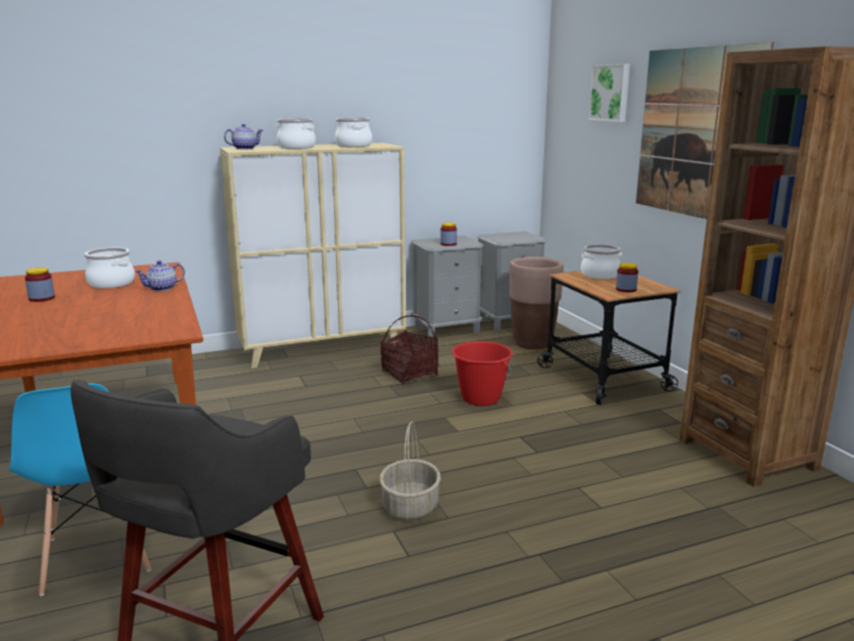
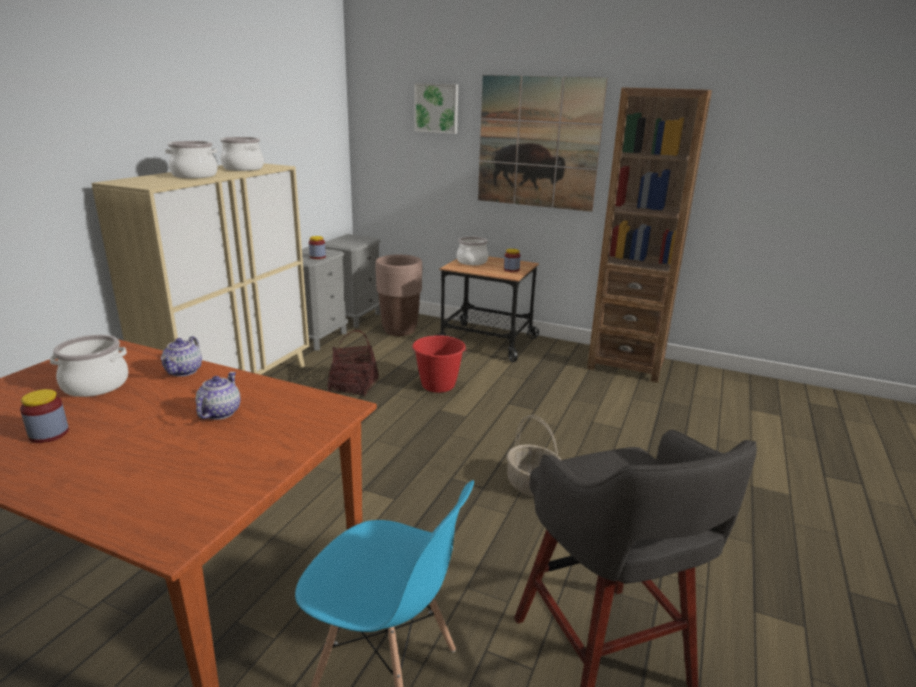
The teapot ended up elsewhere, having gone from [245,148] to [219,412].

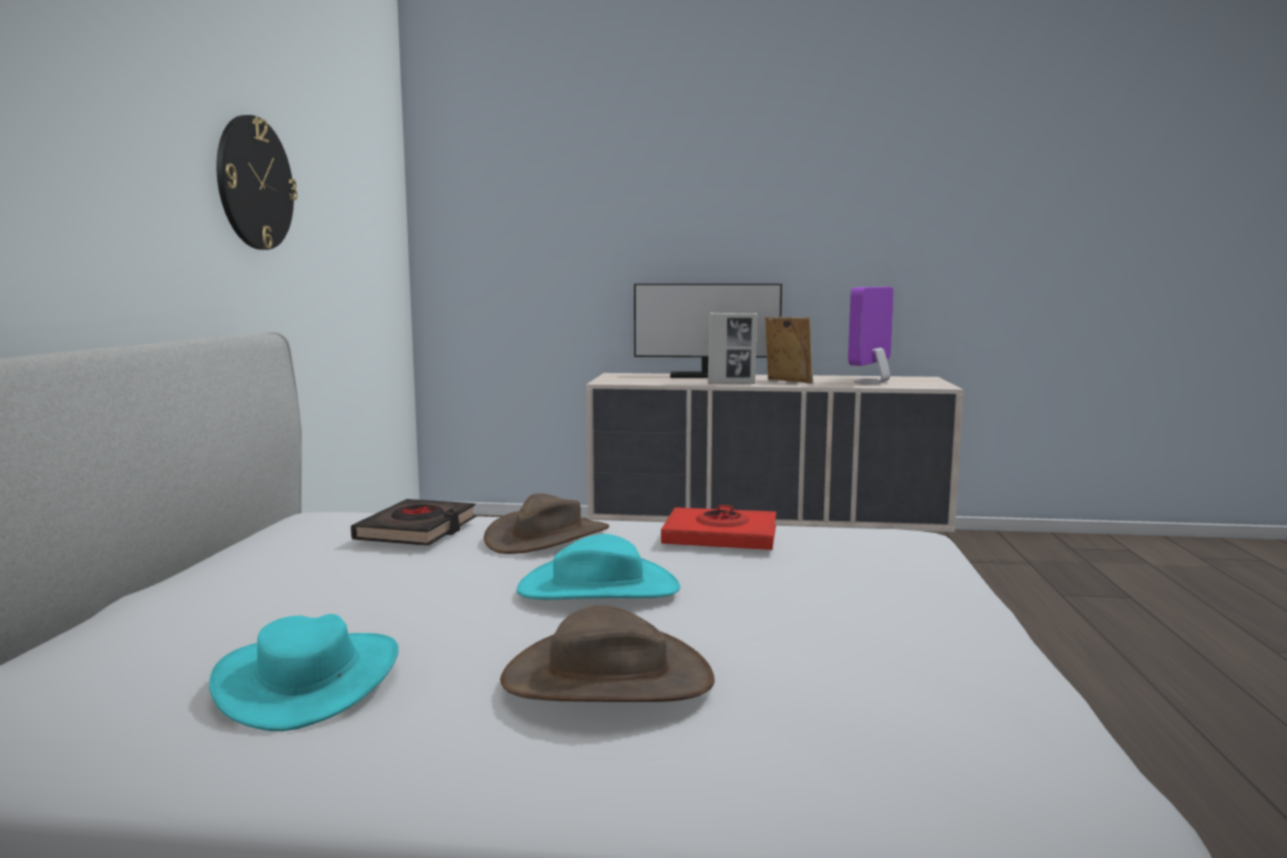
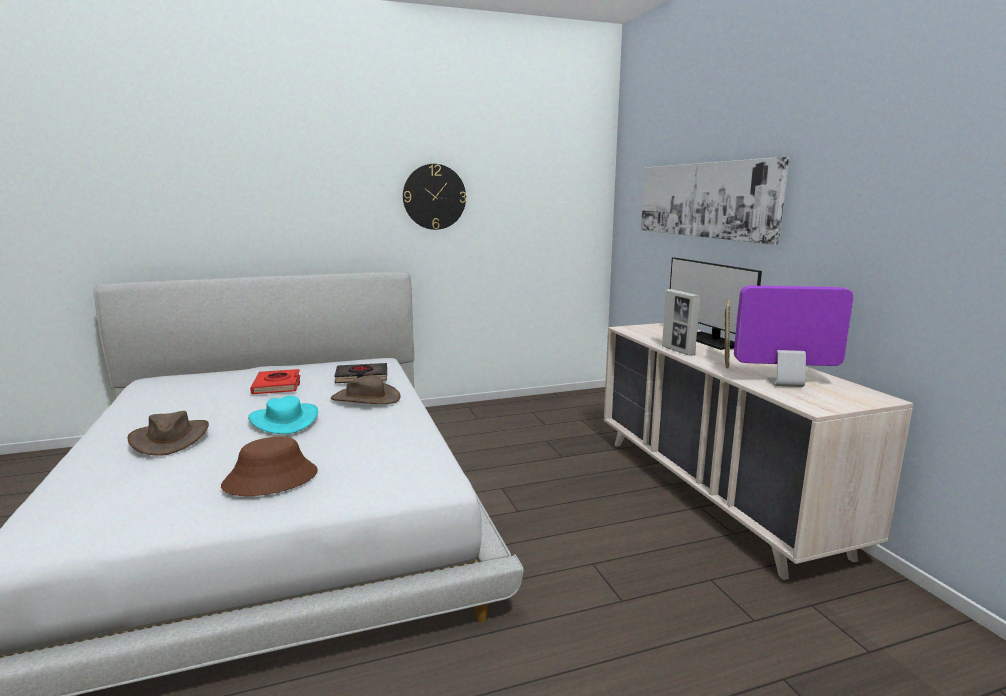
The second view lost the hat (turquoise) at [310,679].
The book (red) ended up elsewhere, having gone from [720,537] to [277,386].
The second view gained the hat (brown) at [271,479].
The second view gained the picture at [704,200].

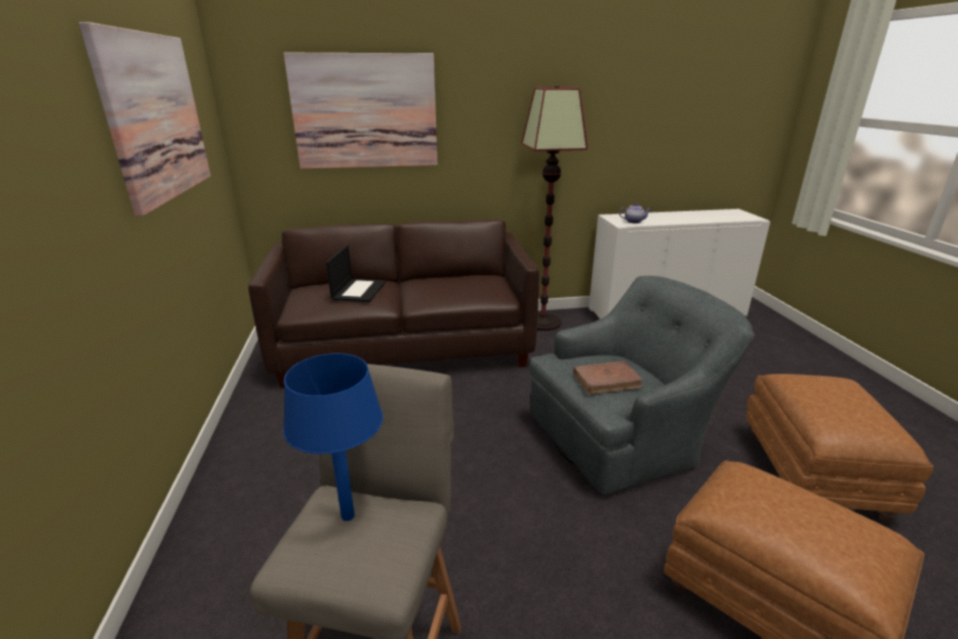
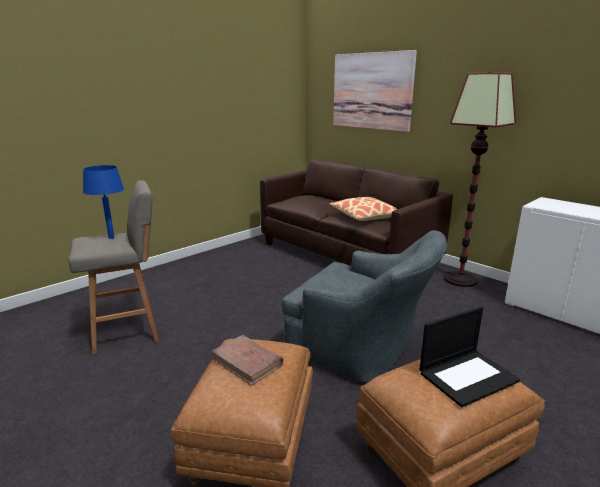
The second view lost the picture at [156,117].
The laptop ended up elsewhere, having gone from [359,290] to [468,376].
The book (brown) ended up elsewhere, having gone from [607,380] to [247,362].
The second view lost the teapot at [634,221].
The second view gained the pillow at [365,216].

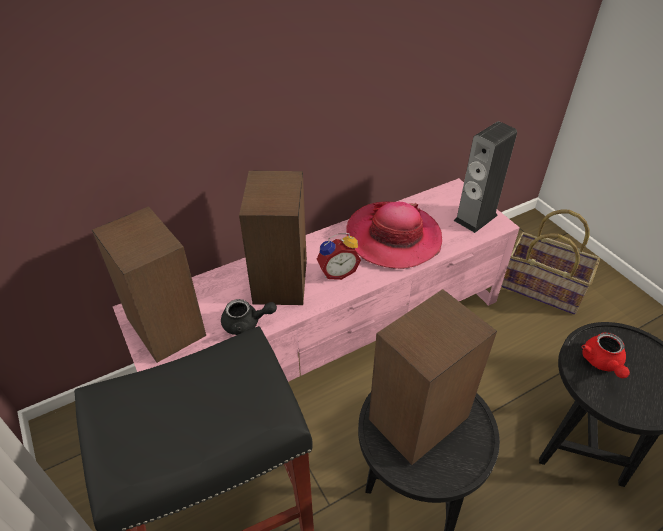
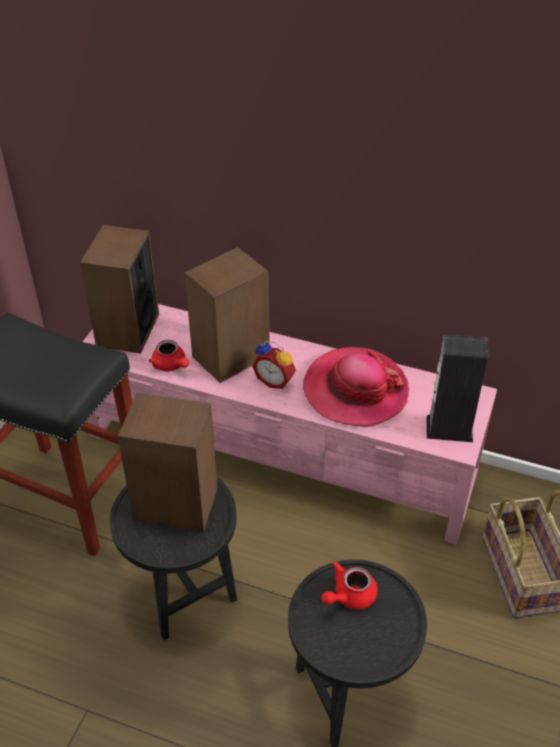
What was the teapot (black) at [246,324] turned into the teapot (red) at [171,365].

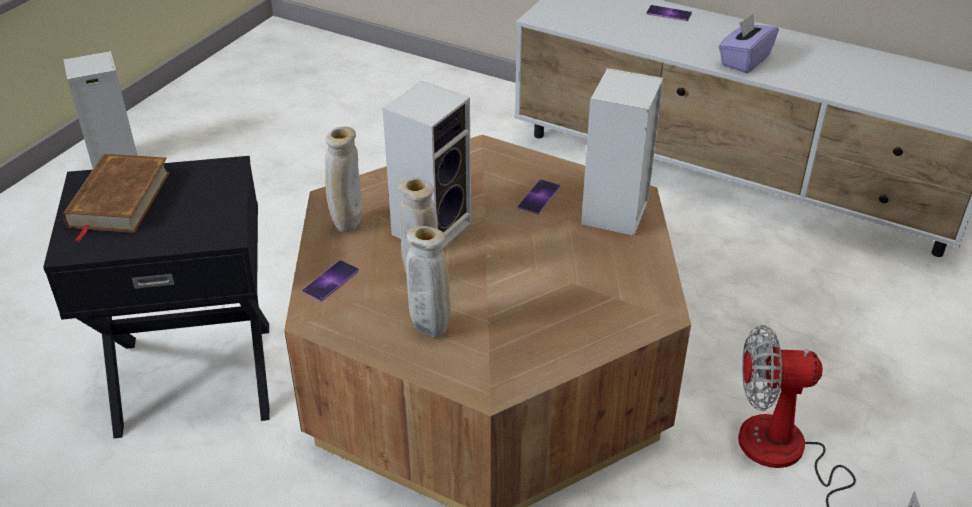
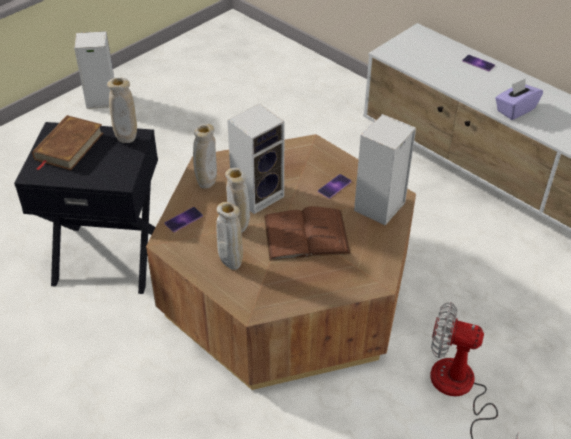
The second view gained the vase (beige) at [127,139].
The second view gained the book (brown) at [306,235].

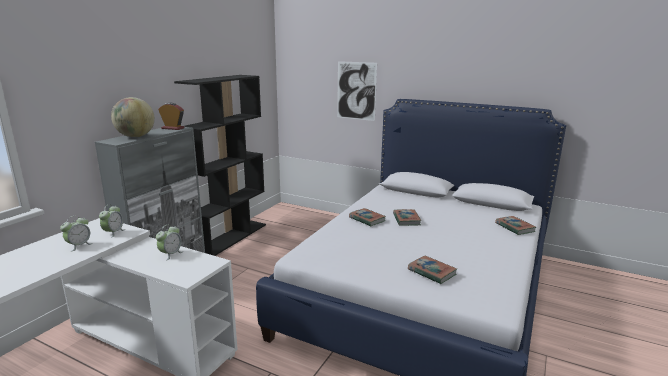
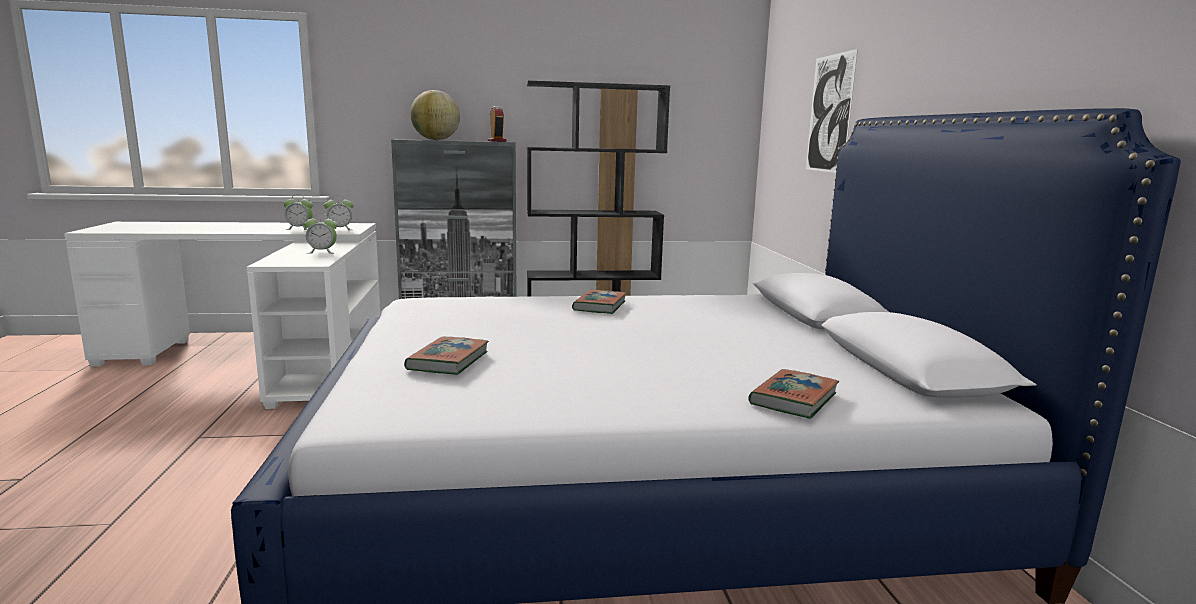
The second view lost the book at [406,219].

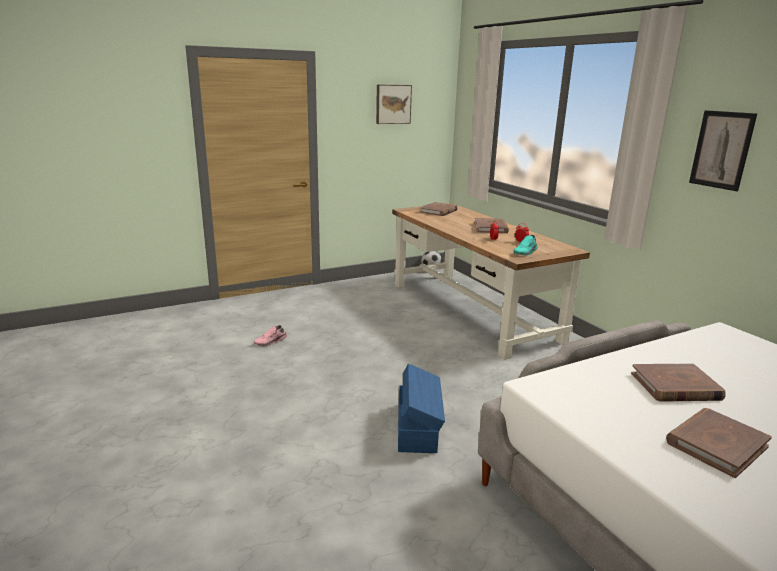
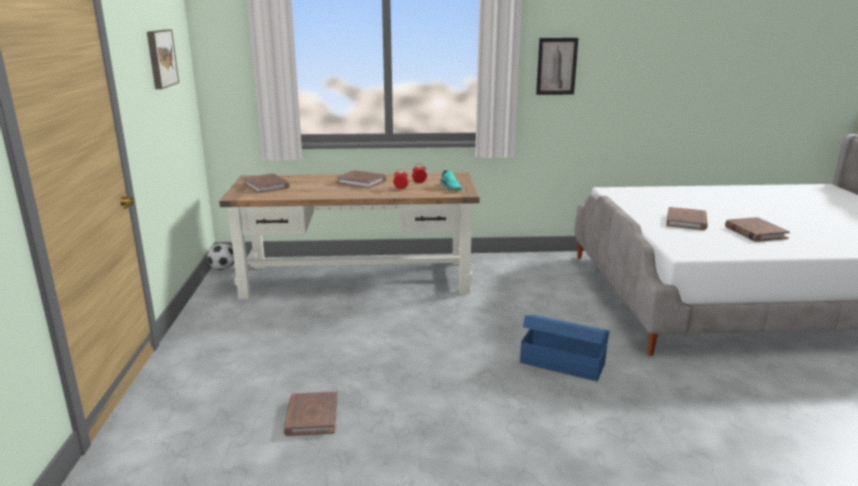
Where the shoe (pink) stood at [271,342], the book (brown) came to stand at [311,416].

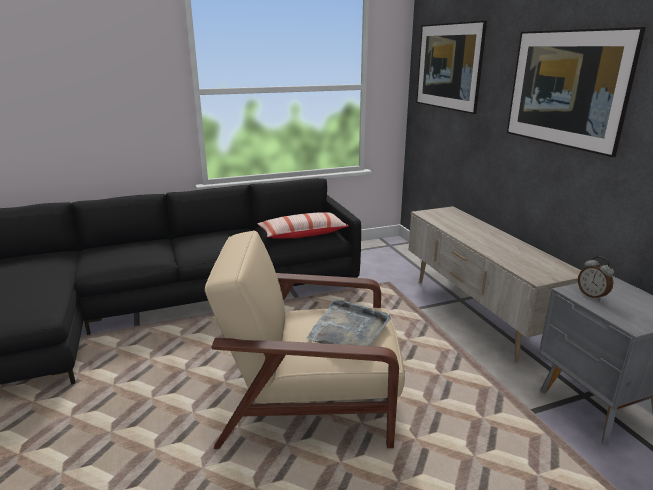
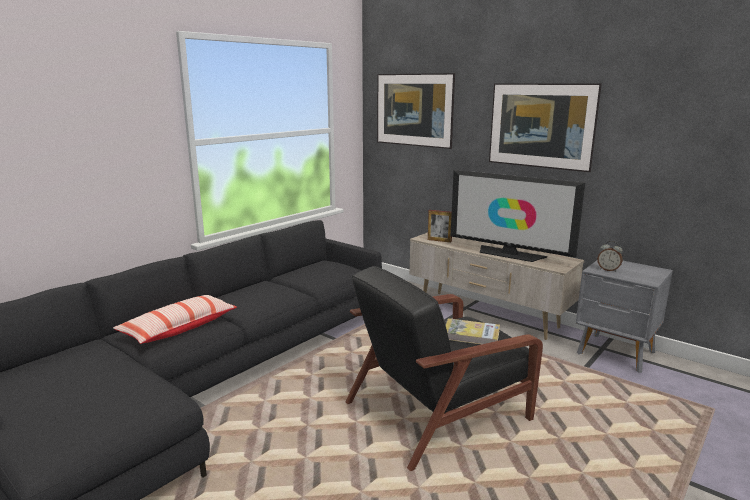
What was the armchair (beige) at [310,399] turned into the armchair (black) at [440,409].
The pillow ended up elsewhere, having gone from [303,234] to [179,328].
Where the tray (grey) stood at [348,329], the book came to stand at [471,335].
The second view gained the picture frame at [439,240].
The second view gained the television at [509,254].

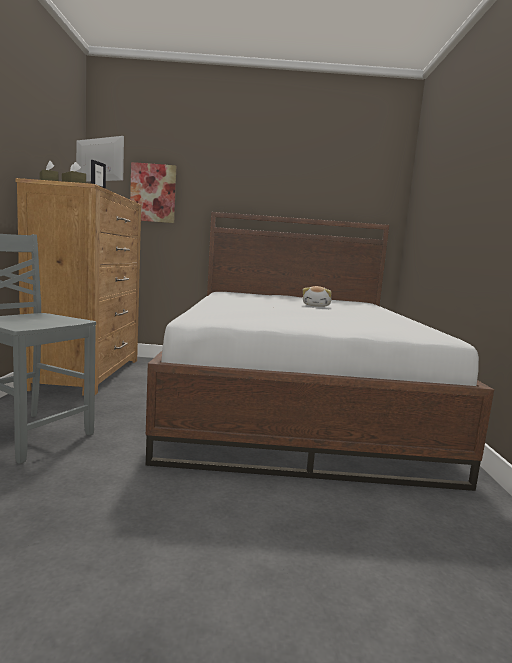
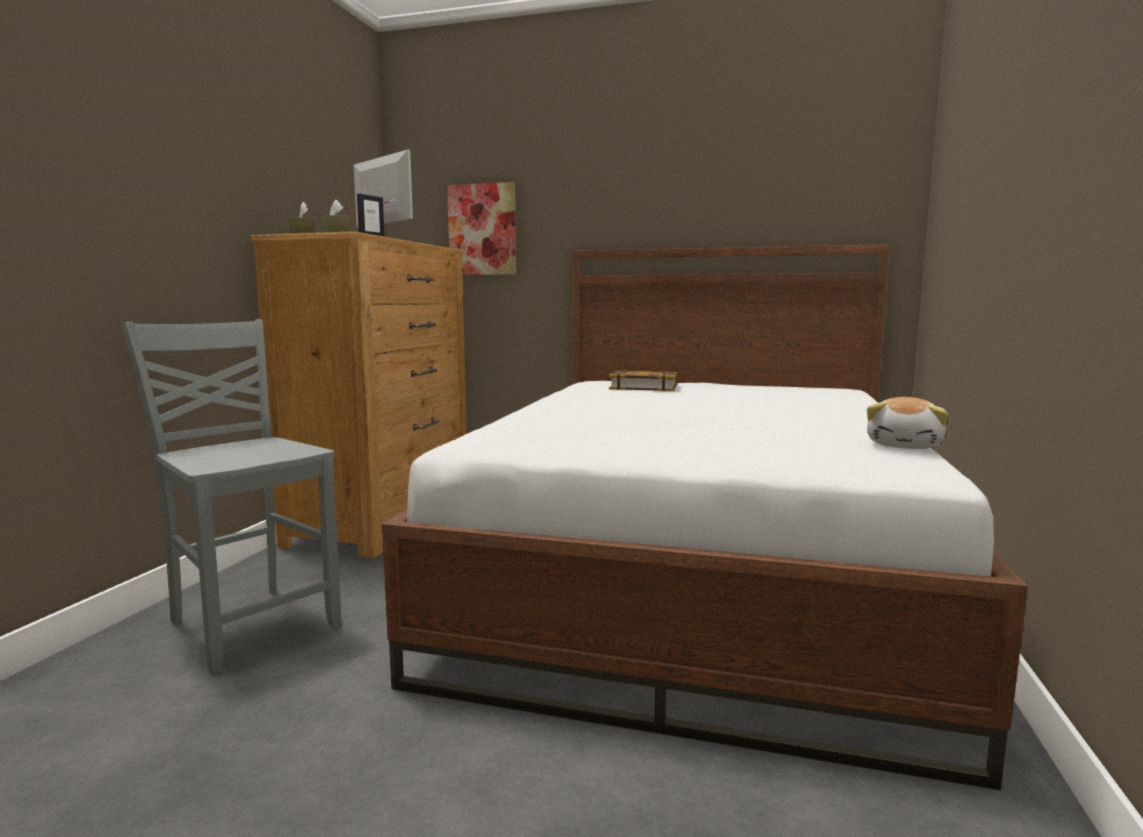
The plush toy ended up elsewhere, having gone from [317,306] to [905,446].
The second view gained the book at [643,387].

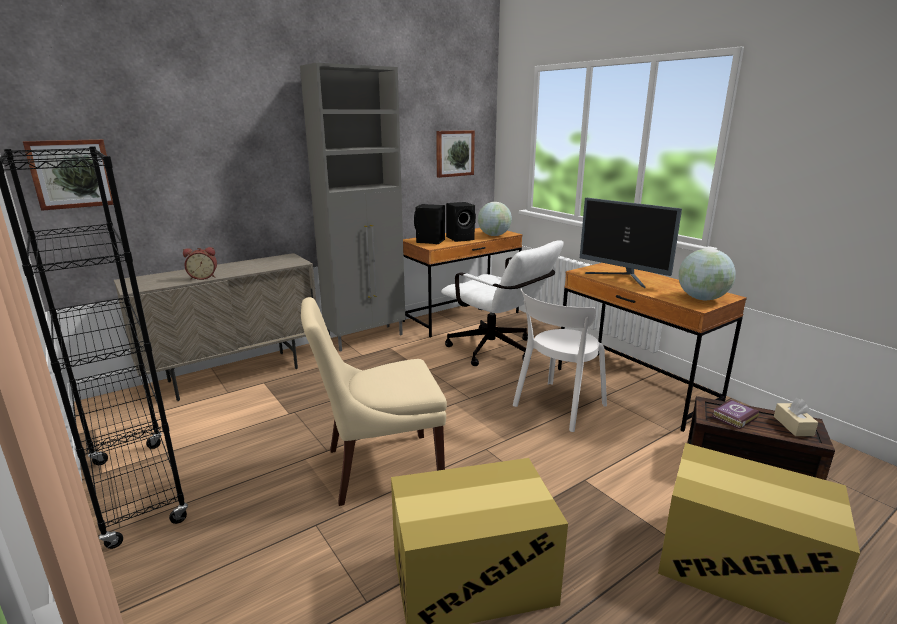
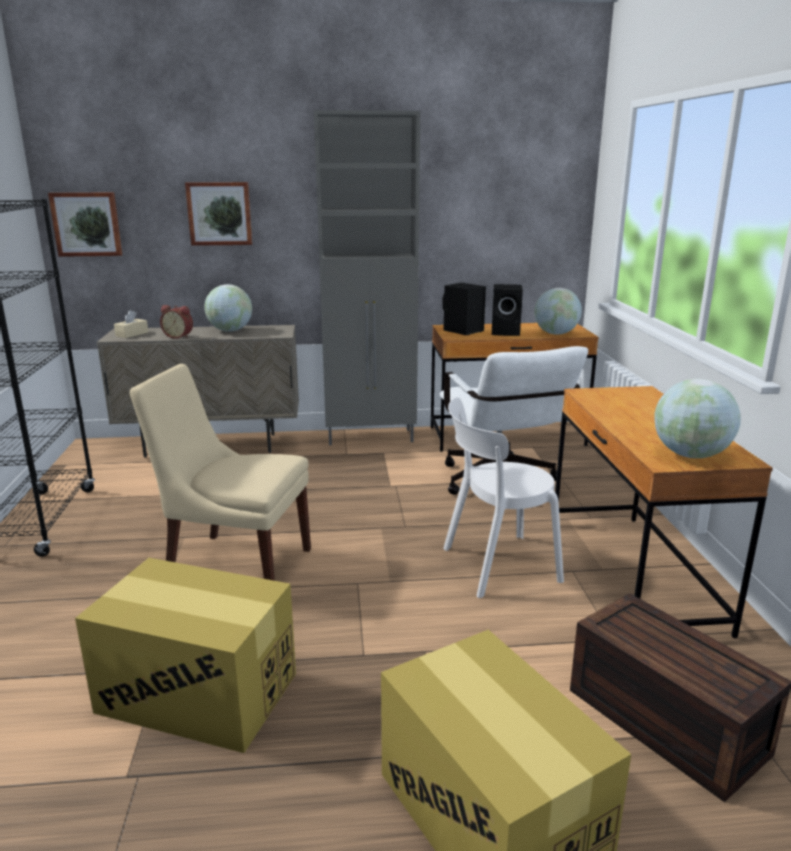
The picture ended up elsewhere, having gone from [454,153] to [219,213].
The second view lost the monitor at [623,278].
The second view lost the book at [733,417].
The tissue box (beige) ended up elsewhere, having gone from [793,426] to [132,334].
The second view gained the globe at [230,331].

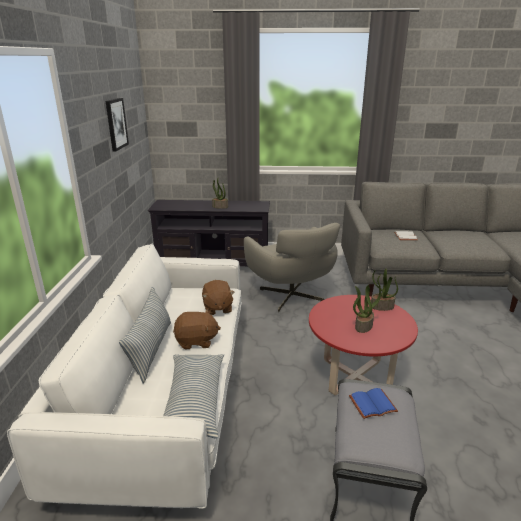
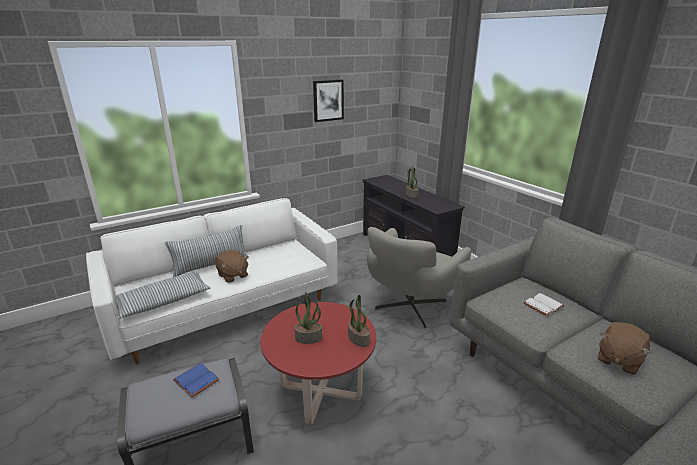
The plush toy (brown) ended up elsewhere, having gone from [217,308] to [618,360].

